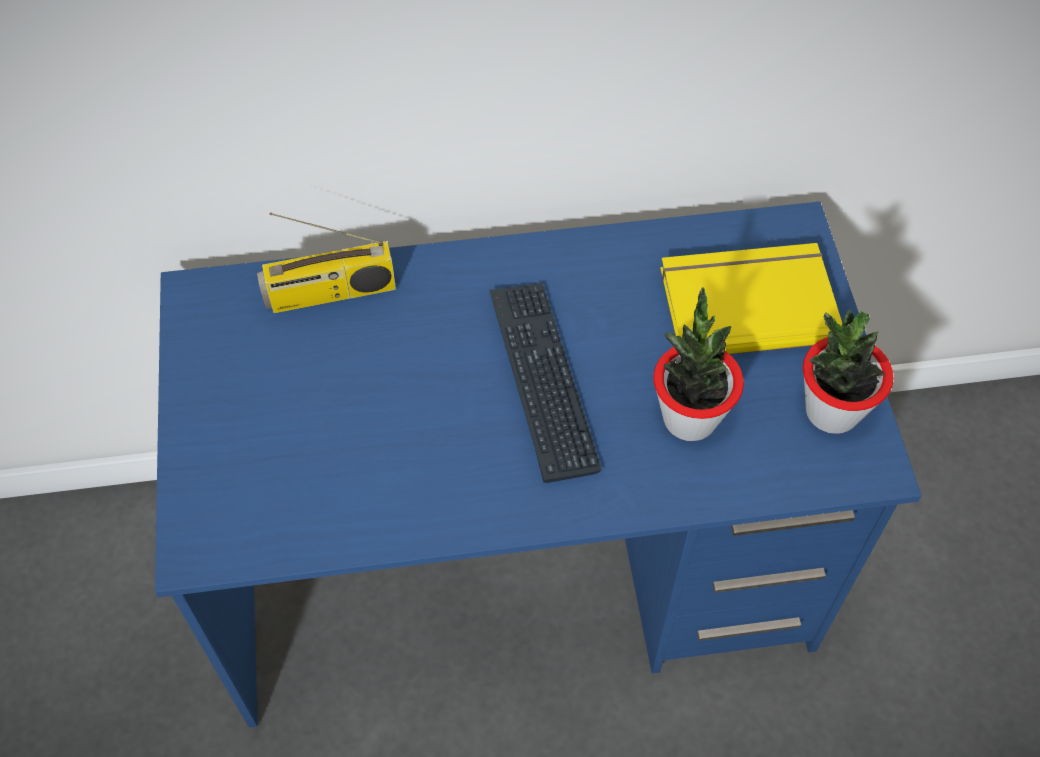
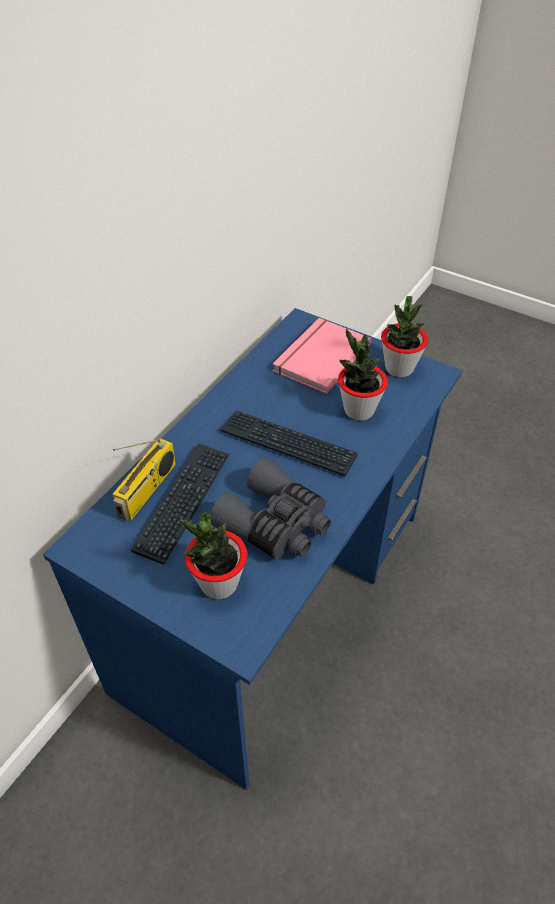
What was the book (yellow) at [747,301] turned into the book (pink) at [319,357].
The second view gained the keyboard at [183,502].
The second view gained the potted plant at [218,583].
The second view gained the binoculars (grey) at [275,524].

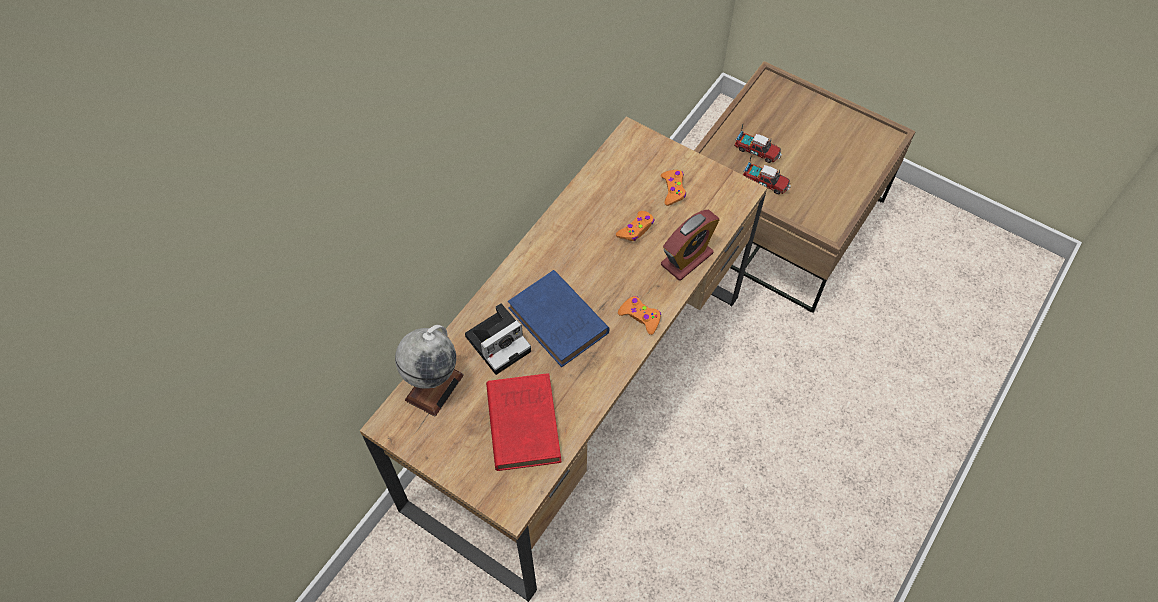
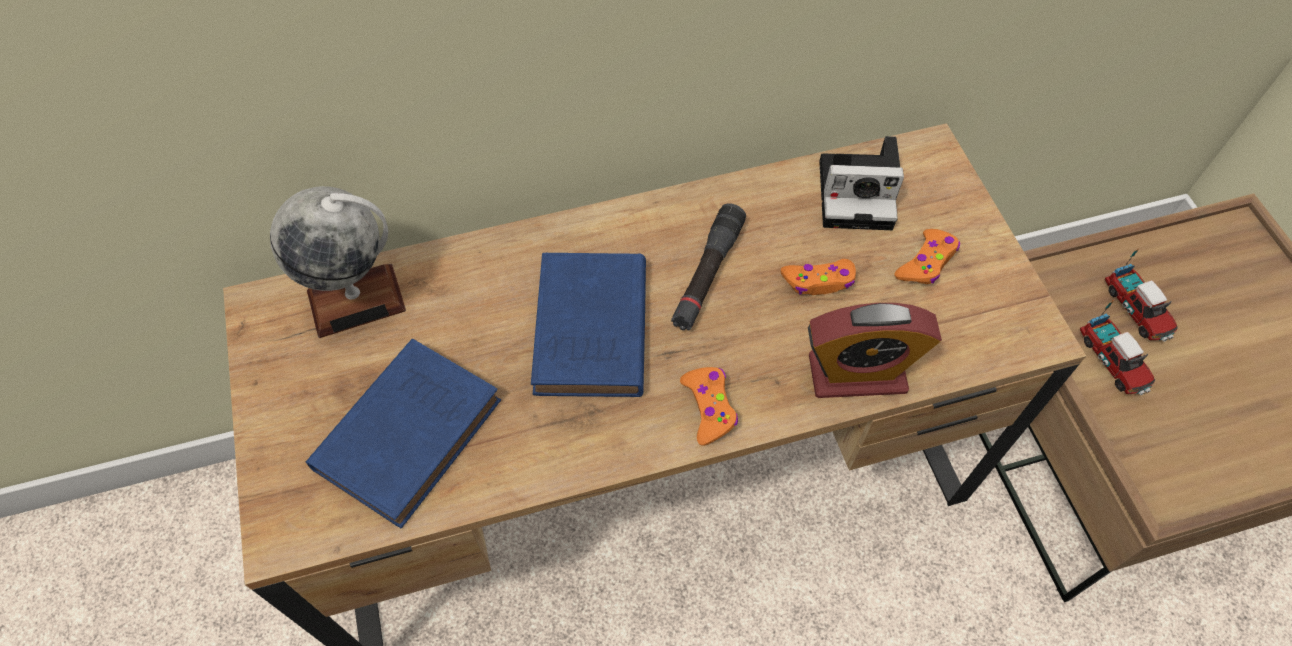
The photo camera ended up elsewhere, having gone from [499,342] to [859,193].
What was the book (red) at [523,421] turned into the book (blue) at [412,430].
The second view gained the flashlight (black) at [707,274].

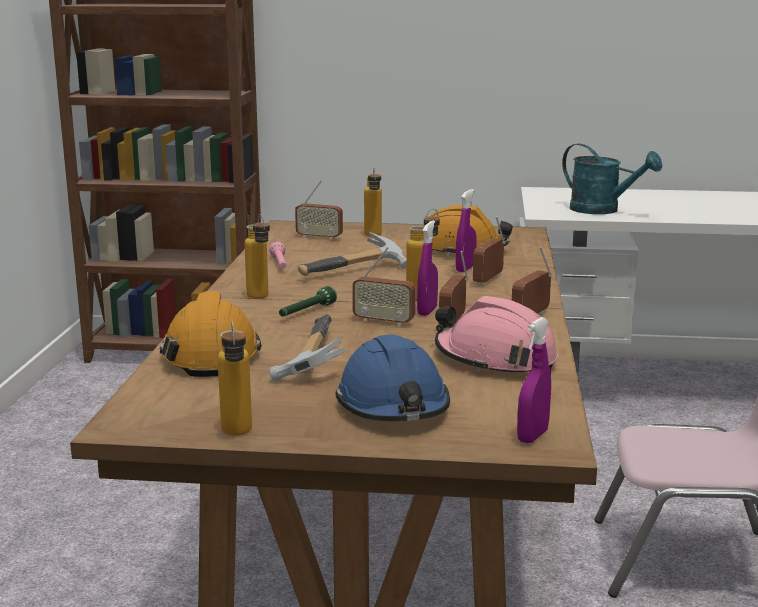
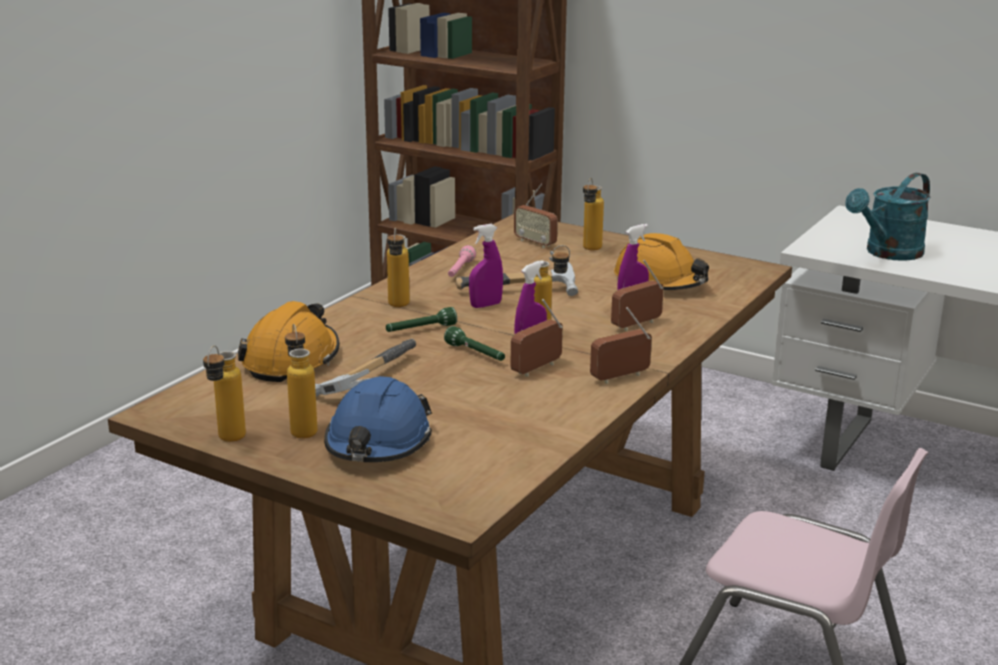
Where the radio stood at [383,322], the flashlight (green) came to stand at [476,354].
The second view lost the hard hat (pink) at [495,359].
The spray bottle (purple) ended up elsewhere, having gone from [532,436] to [485,305].
The watering can (turquoise) at [602,210] ended up facing another way, 75 degrees clockwise from before.
The second view gained the bottle at [302,428].

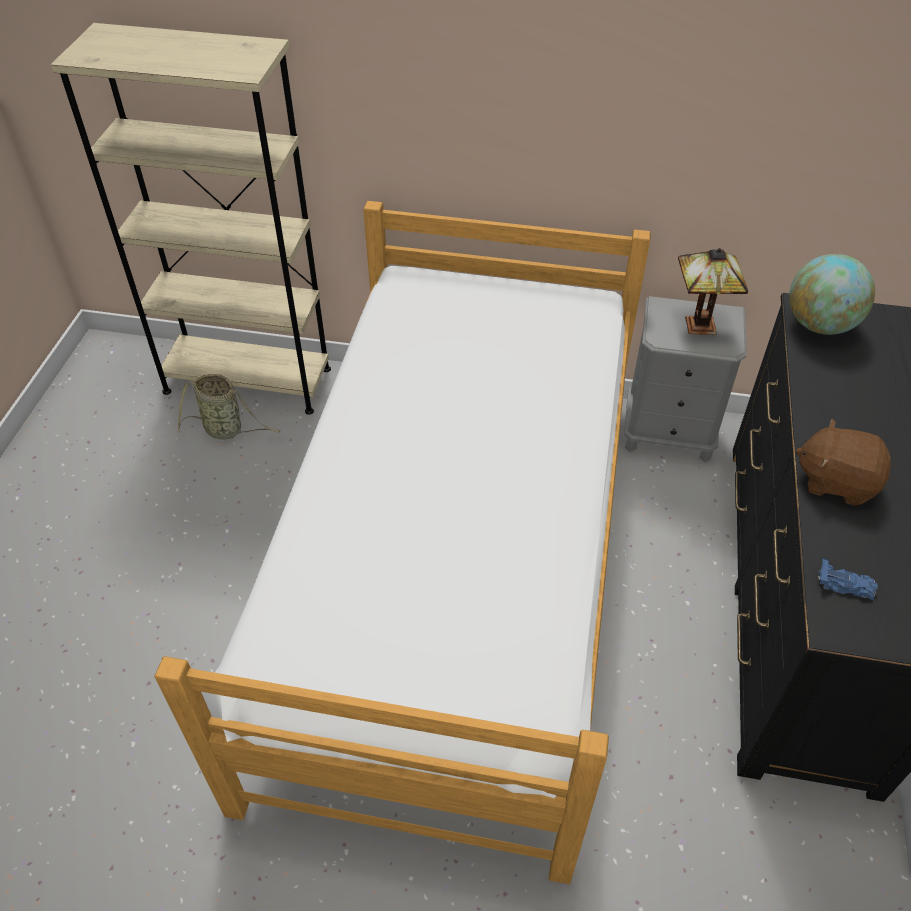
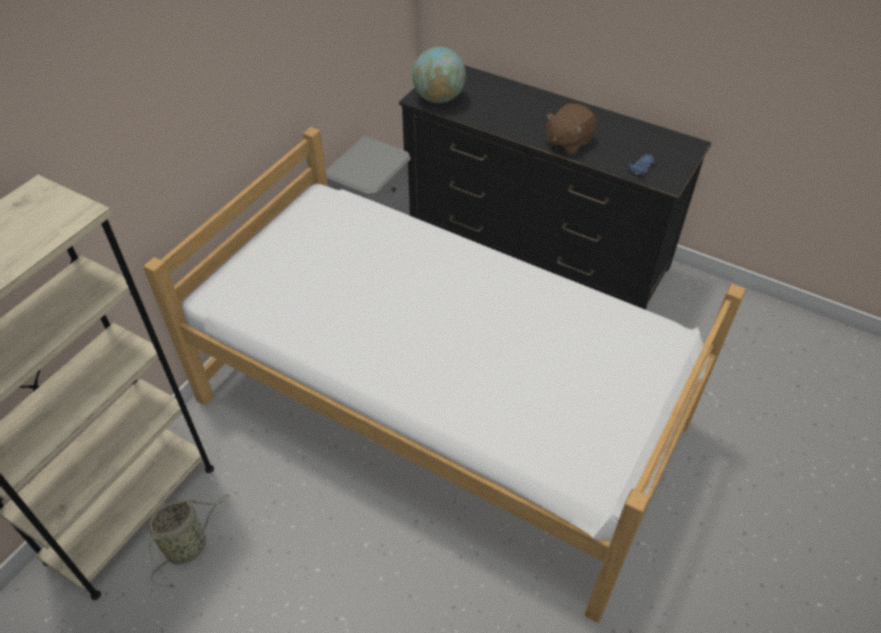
The second view lost the table lamp at [698,327].

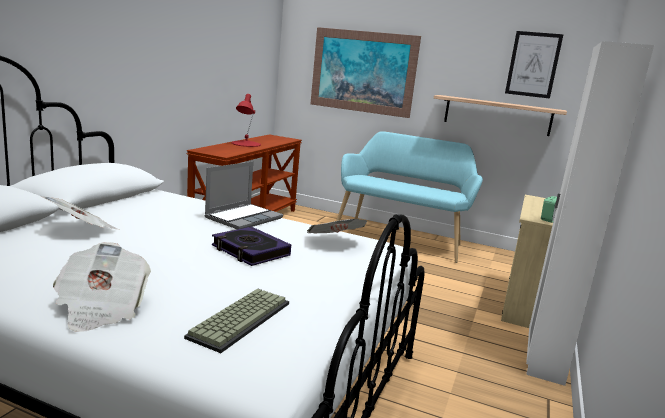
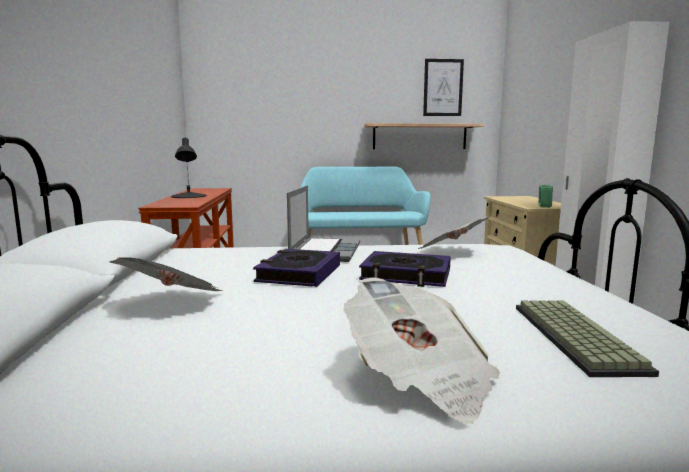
What was the table lamp (red) at [245,144] turned into the table lamp (black) at [188,196].
The second view lost the picture at [363,72].
The second view gained the book at [299,274].

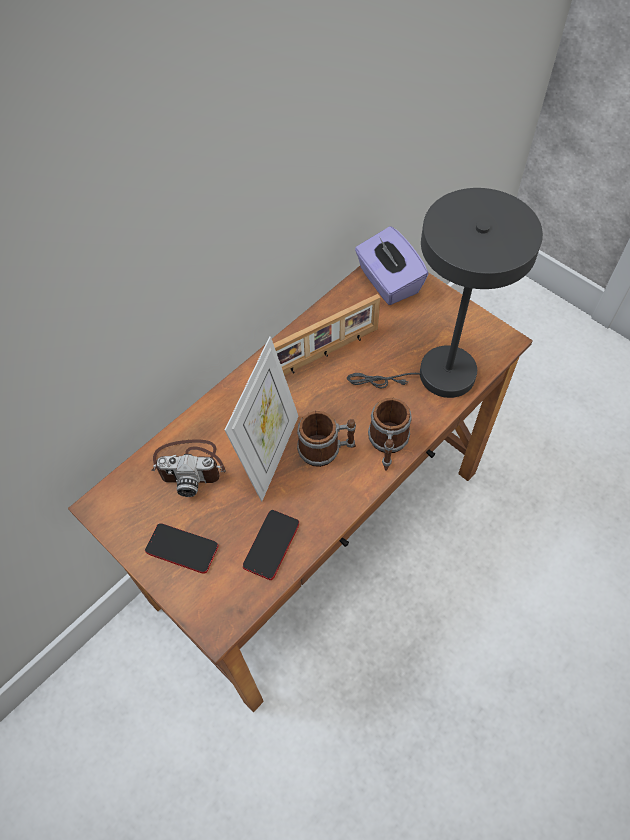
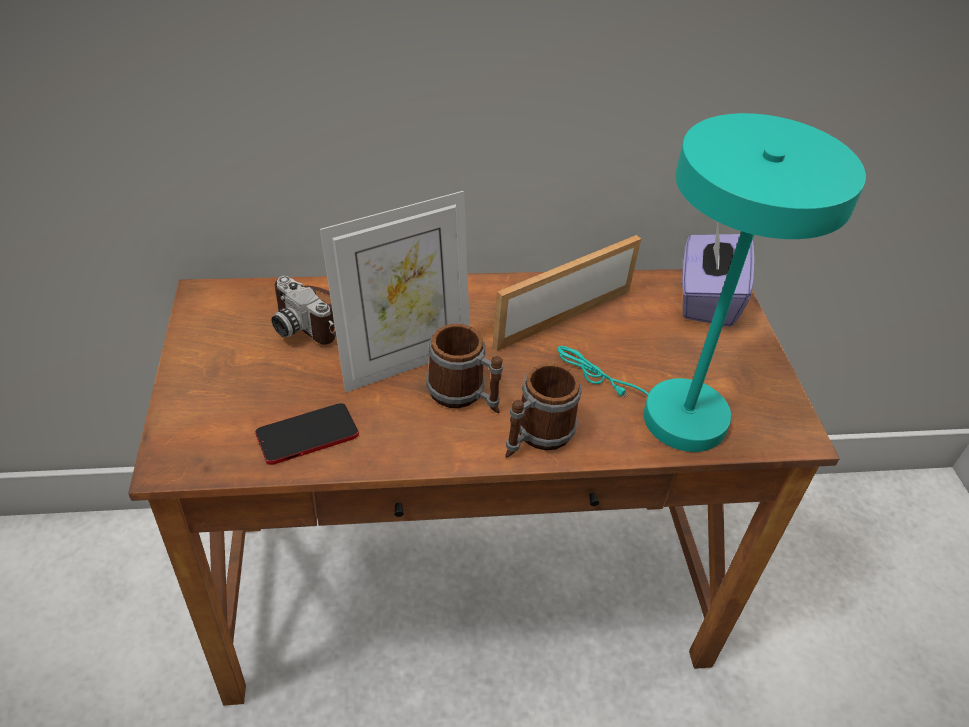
The second view lost the phone at [182,548].
The picture frame at [325,354] ended up facing another way, 135 degrees clockwise from before.
What was the table lamp (grey) at [436,376] turned into the table lamp (turquoise) at [669,413].

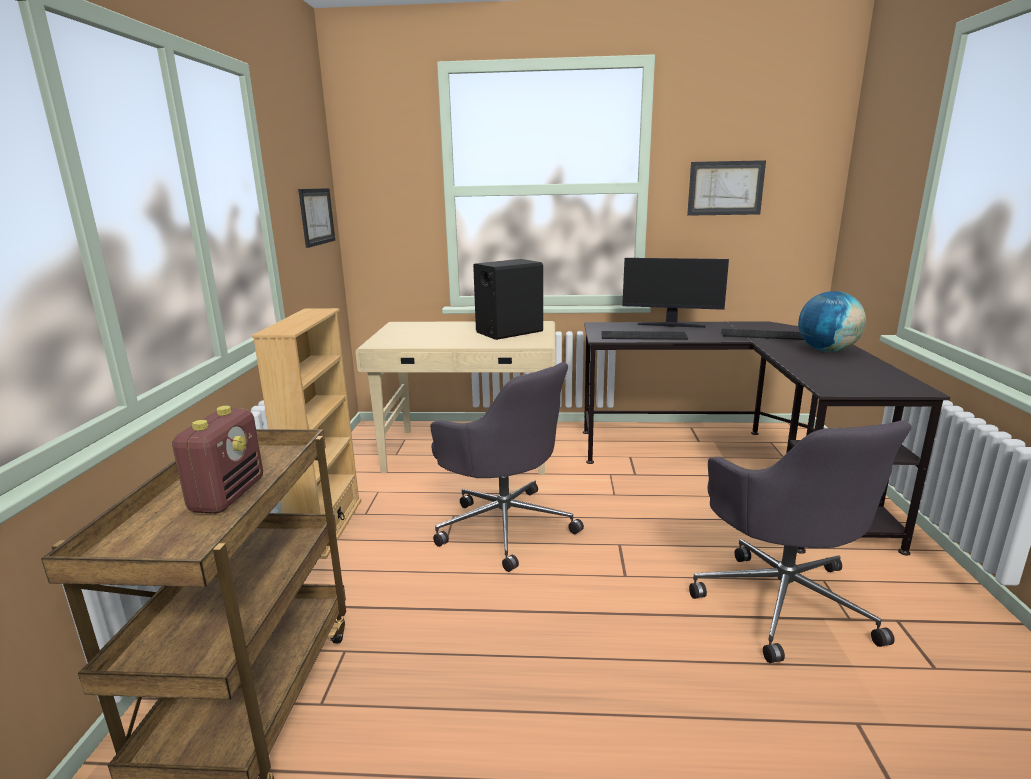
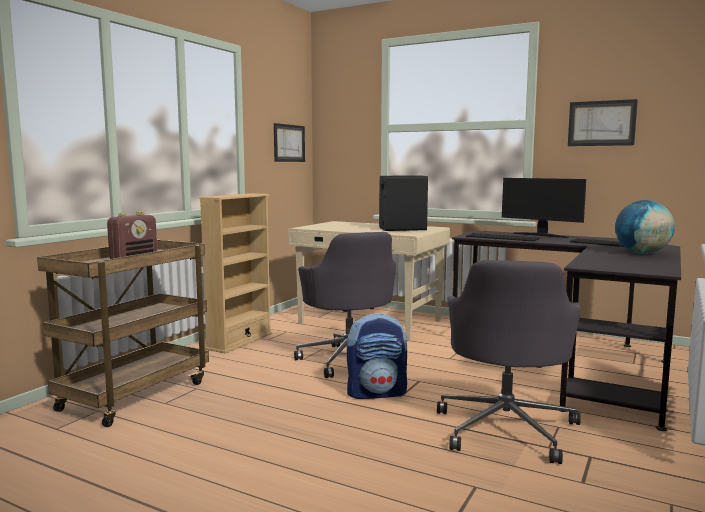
The second view gained the backpack at [377,393].

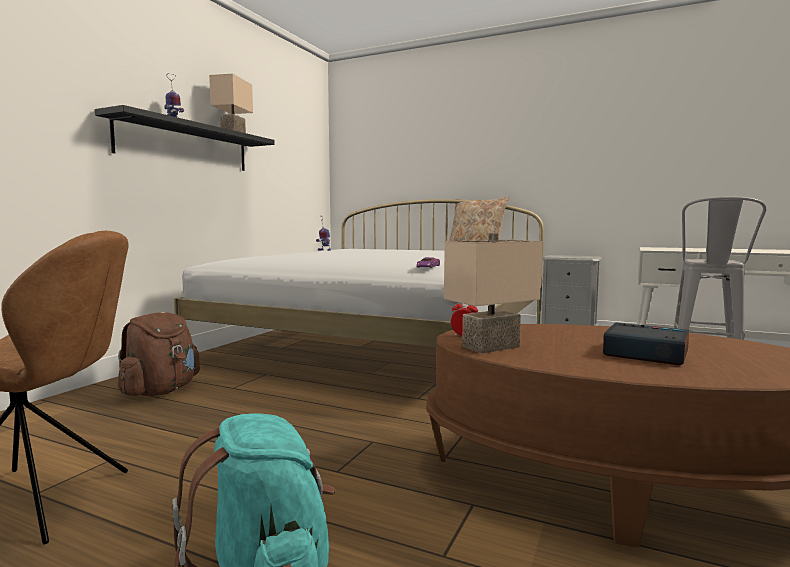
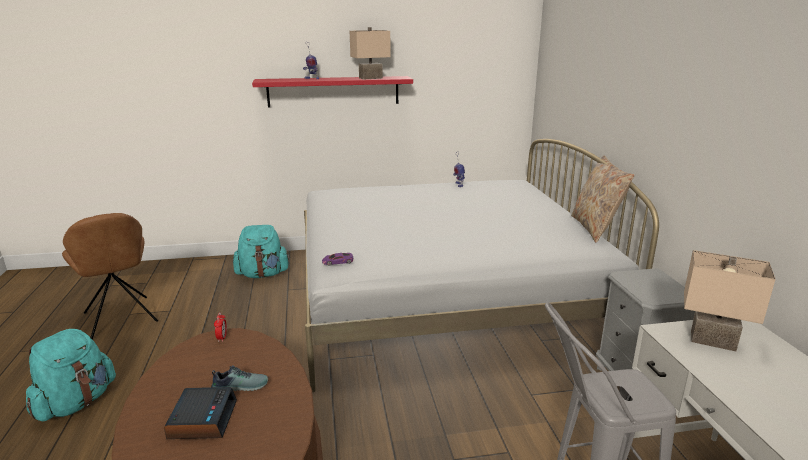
What was the shelf (black) at [186,145] turned into the shelf (red) at [333,91].
What was the backpack (brown) at [161,391] turned into the backpack (turquoise) at [263,274].
The table lamp (beige) ended up elsewhere, having gone from [492,347] to [712,341].
The second view gained the shoe at [240,386].

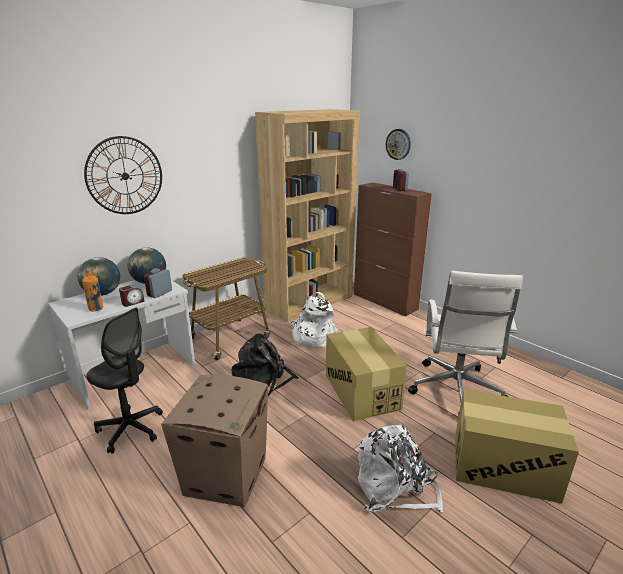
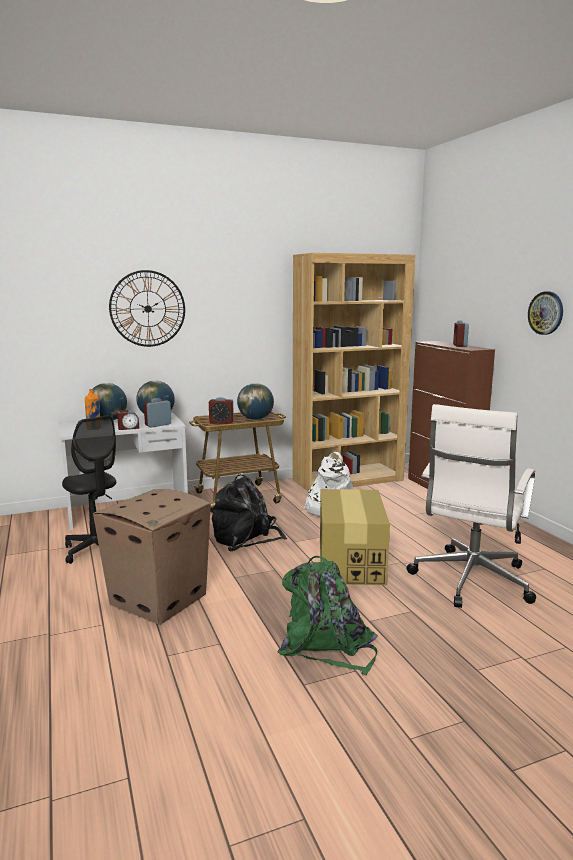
What was the backpack (white) at [395,488] turned into the backpack (green) at [326,645].
The wall clock ended up elsewhere, having gone from [398,144] to [546,313].
The second view lost the cardboard box at [504,466].
The second view gained the alarm clock at [221,422].
The second view gained the globe at [255,419].

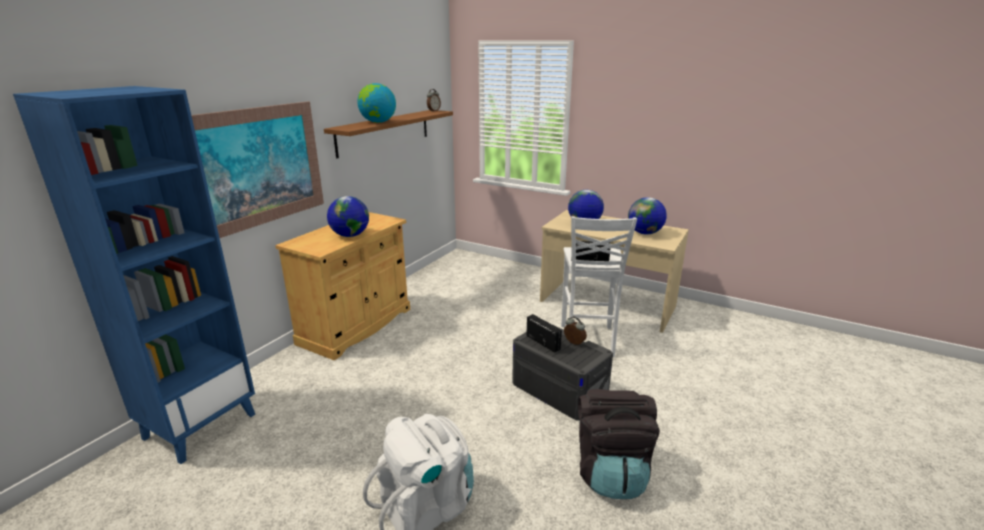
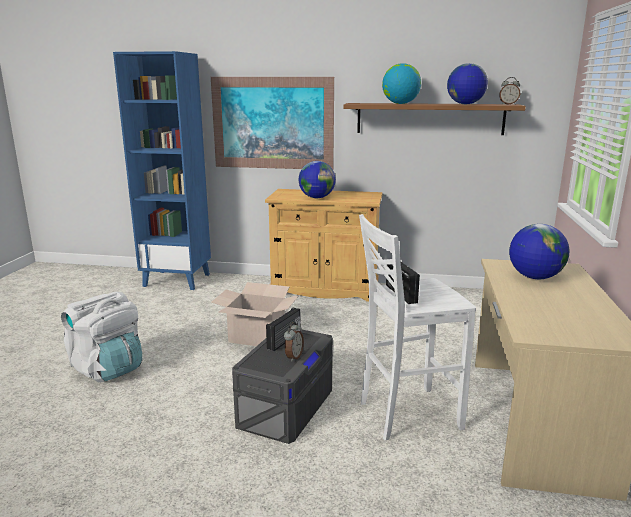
The second view lost the backpack (black) at [611,472].
The globe ended up elsewhere, having gone from [644,233] to [465,104].
The second view gained the cardboard box at [257,337].

